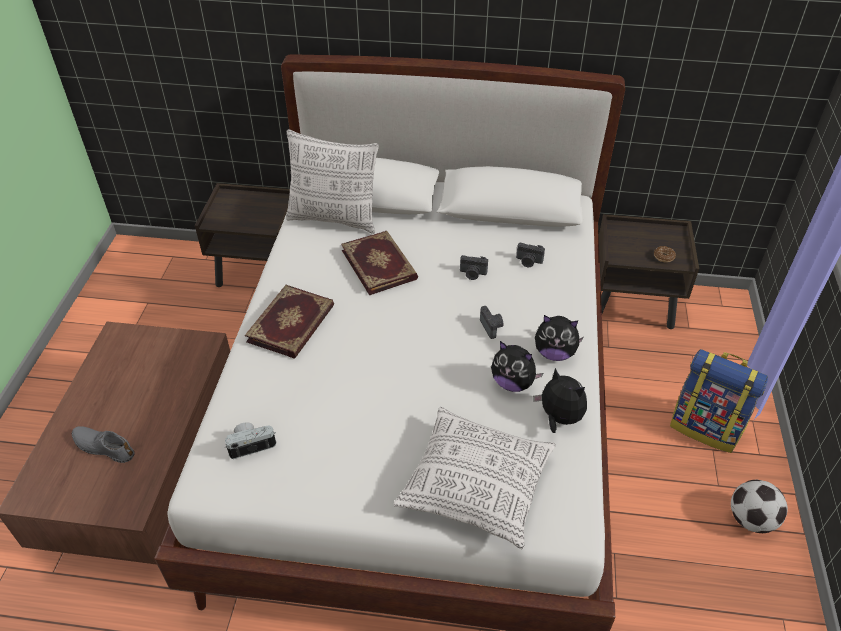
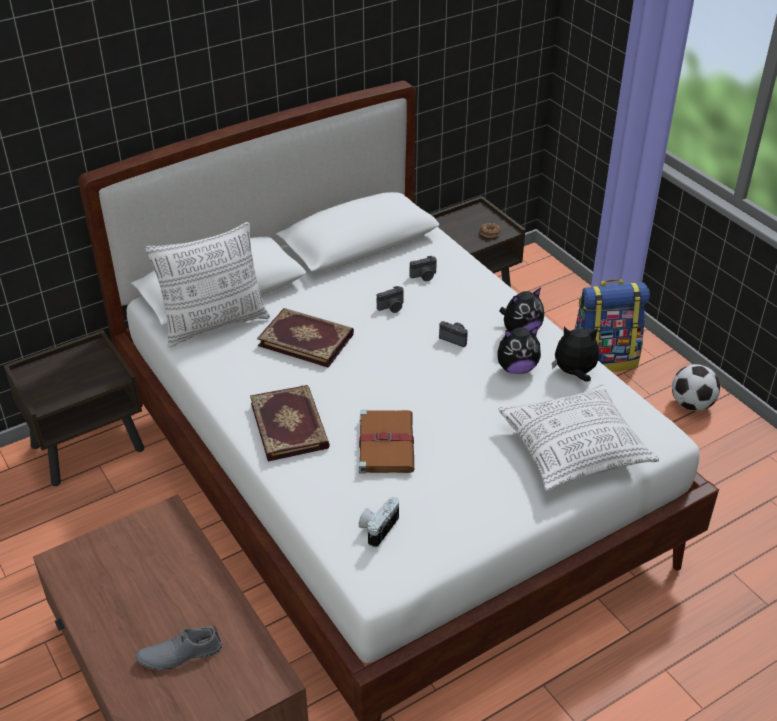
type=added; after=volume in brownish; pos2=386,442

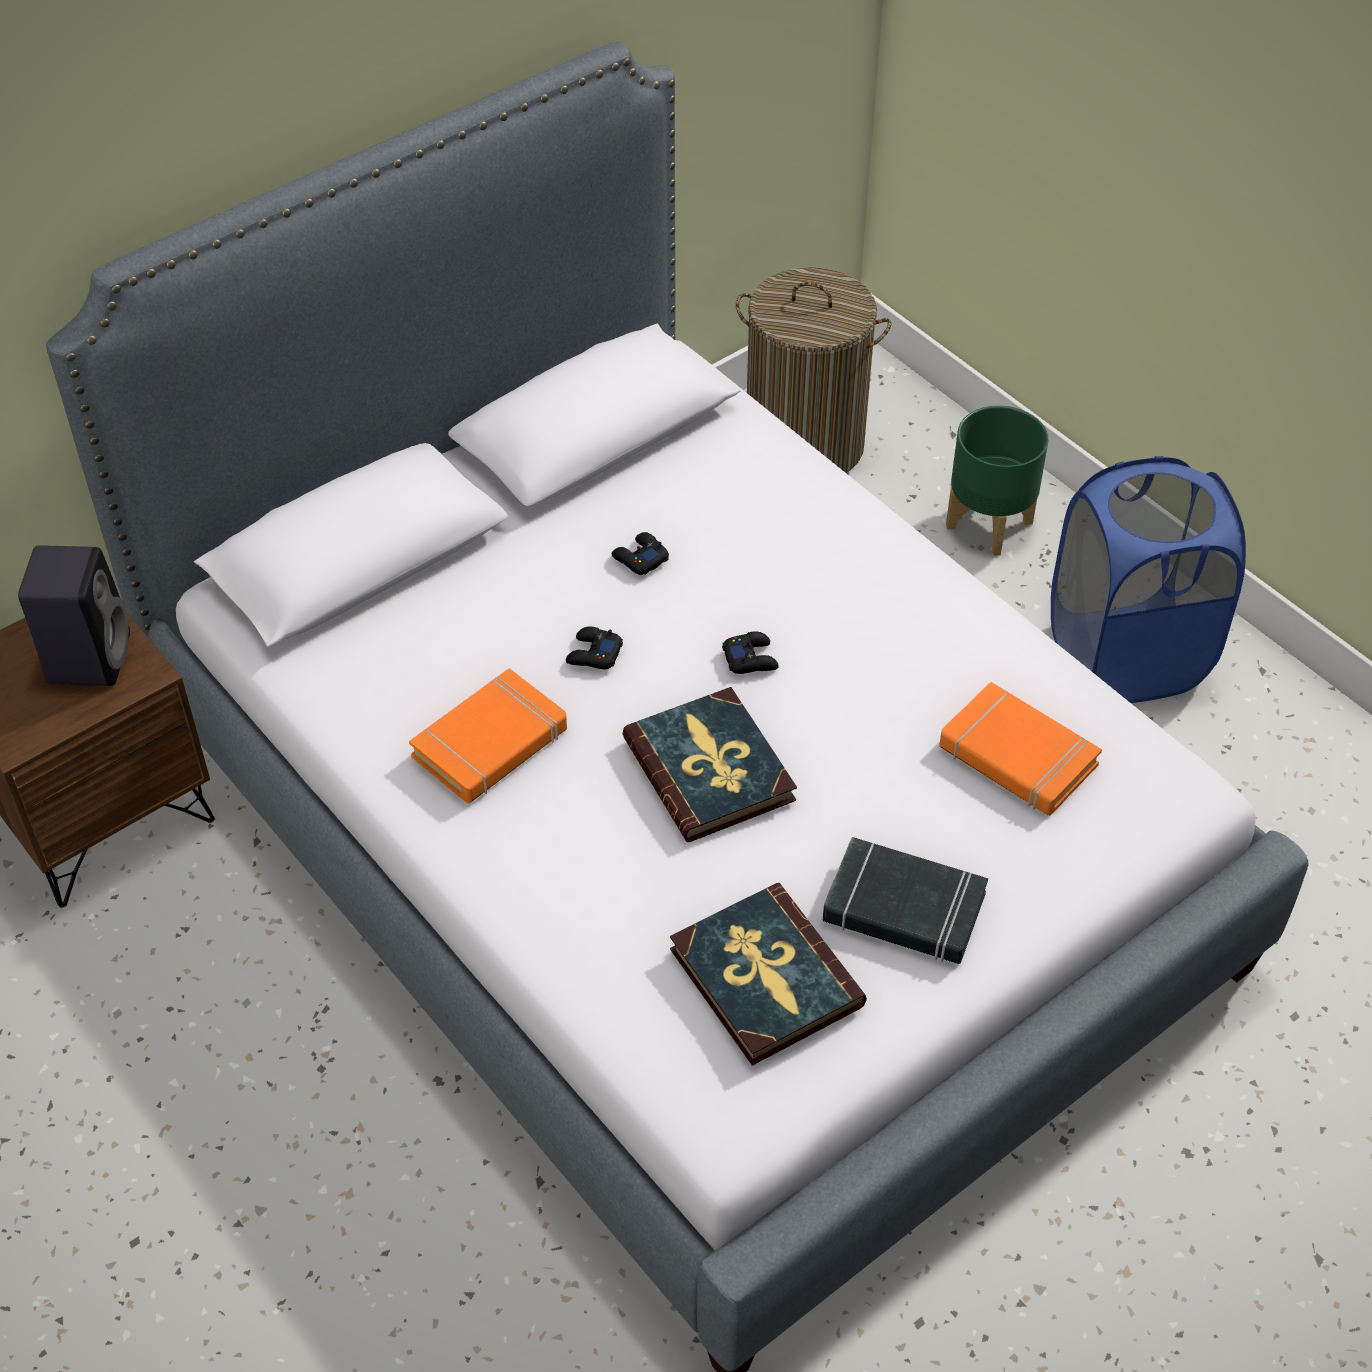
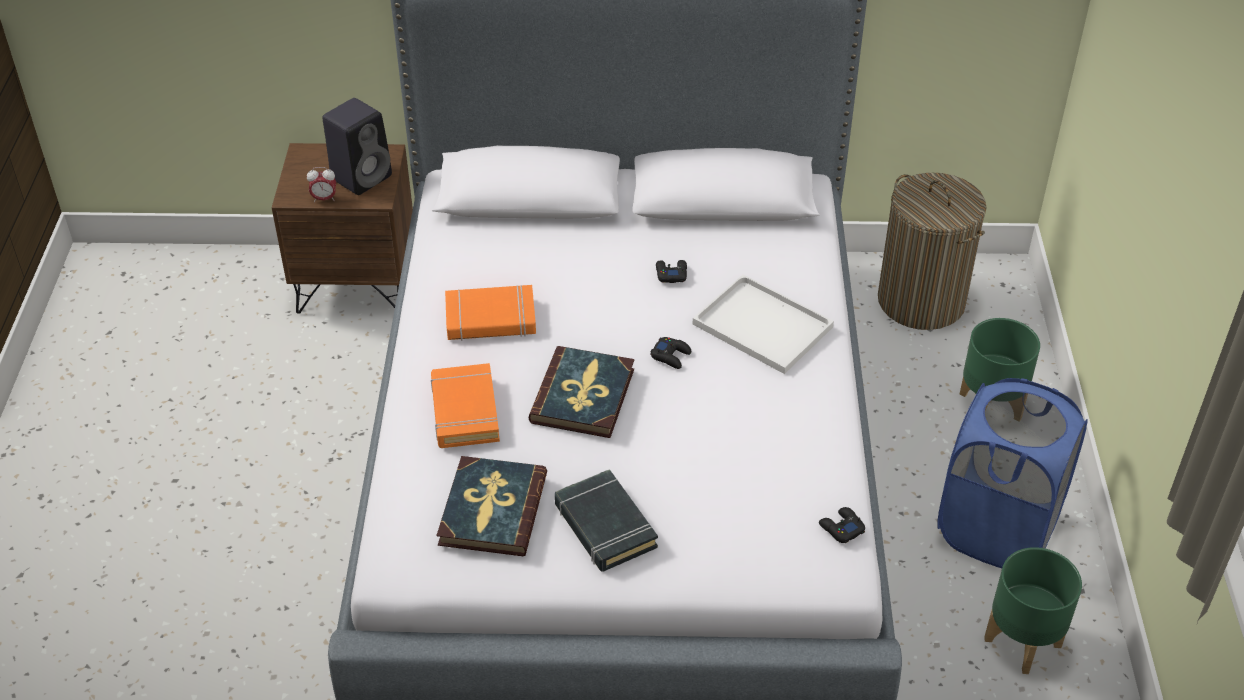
type=moved; before=joypad in blackish; pos1=594,648; pos2=842,525
type=moved; before=volume in orange; pos1=1020,749; pos2=465,405
type=added; after=alarm clock; pos2=321,184
type=added; after=carrying tray in white; pos2=763,324
type=added; after=plant pot in green; pos2=1033,610

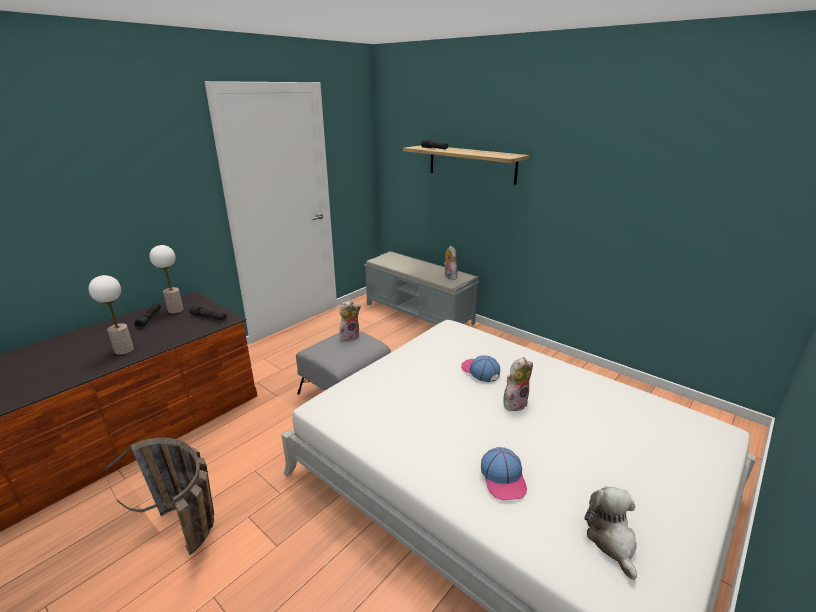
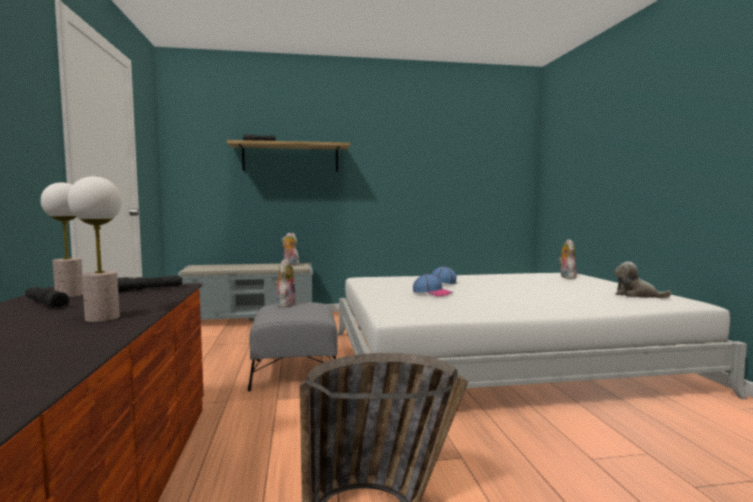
type=moved; before=plush toy; pos1=518,384; pos2=568,259
type=moved; before=peaked cap; pos1=504,473; pos2=433,285

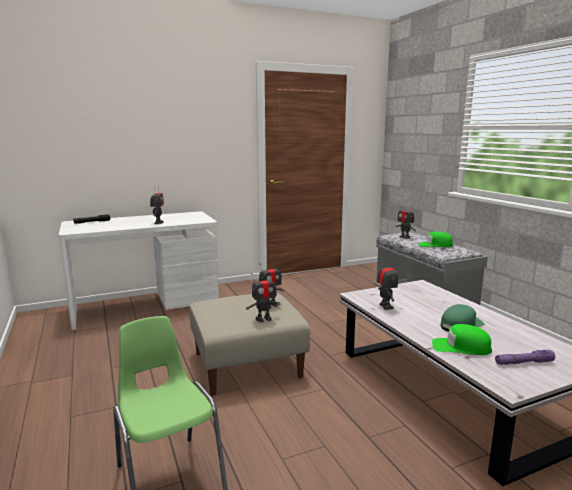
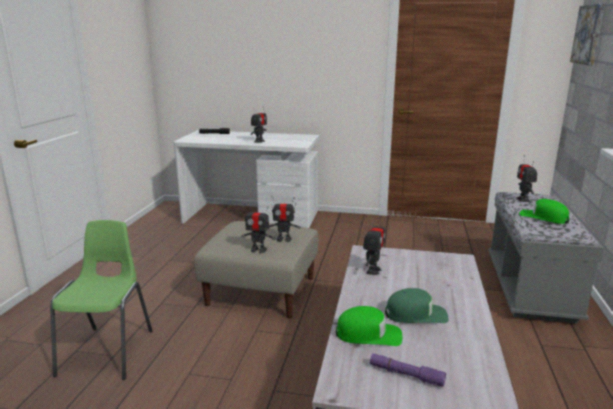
type=turned; before=peaked cap in green; pos1=462,339; pos2=369,326; turn=135
type=added; after=picture; pos2=587,35

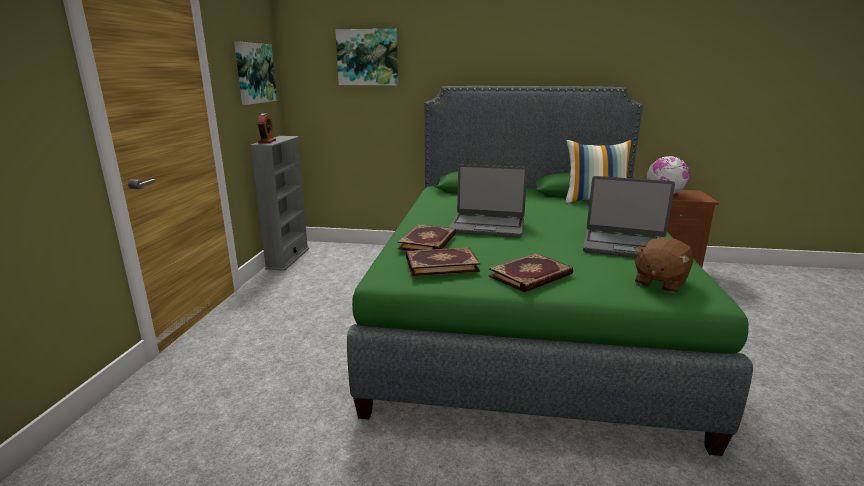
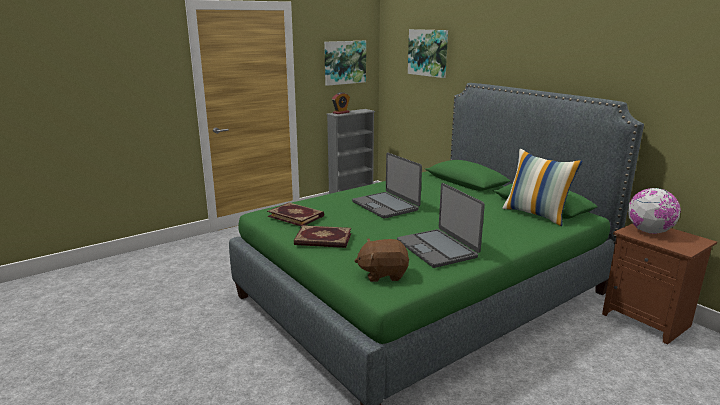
type=removed; before=volume; pos1=426,237

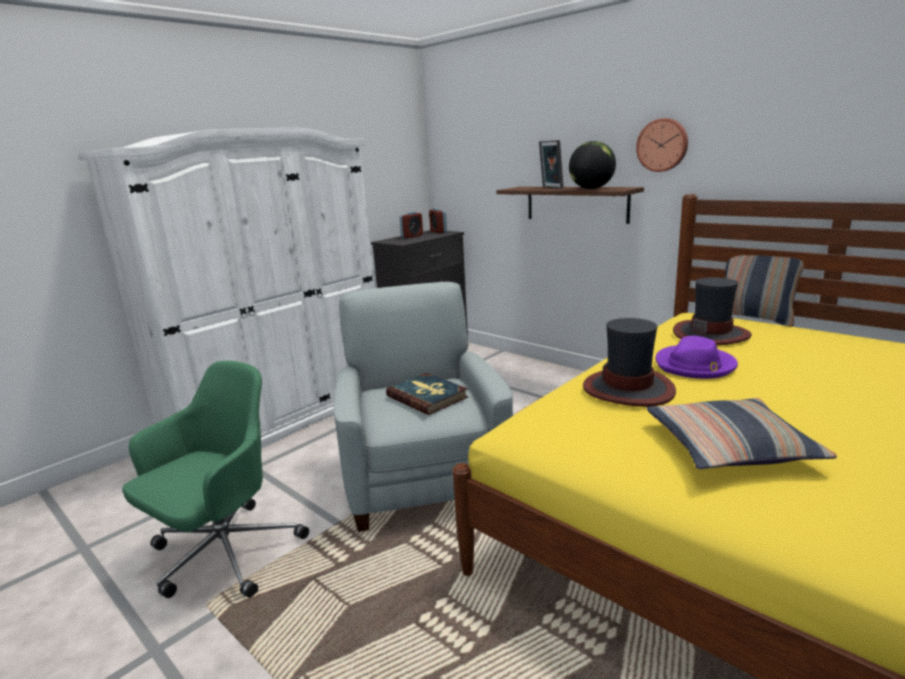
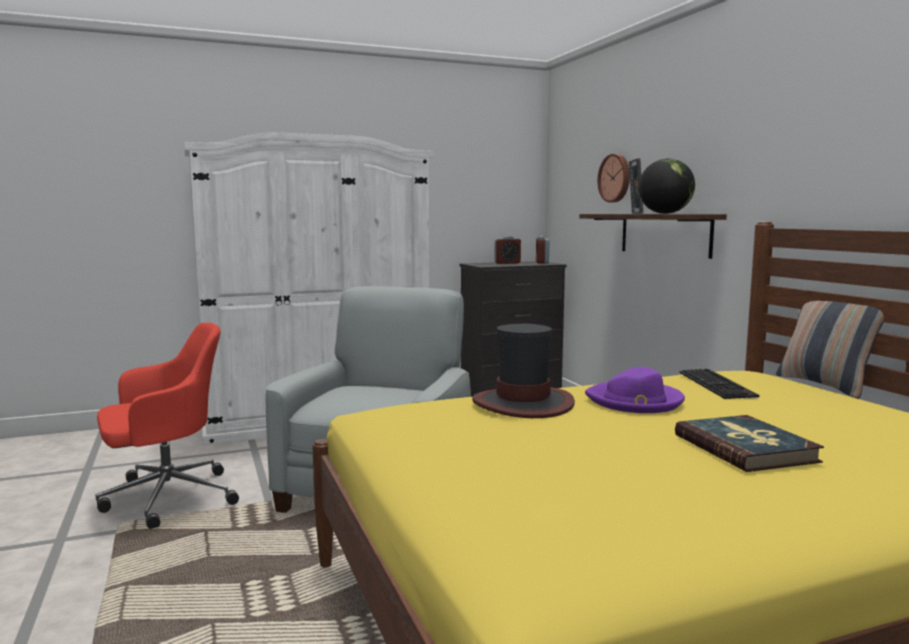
type=moved; before=wall clock; pos1=662,145; pos2=613,178
type=replaced; before=wearable hat; after=computer keyboard; pos1=712,311; pos2=719,384
type=recoloured; before=office chair in green; after=office chair in reddish; pos1=215,479; pos2=167,426
type=moved; before=volume; pos1=427,394; pos2=749,443
type=removed; before=cushion; pos1=741,433

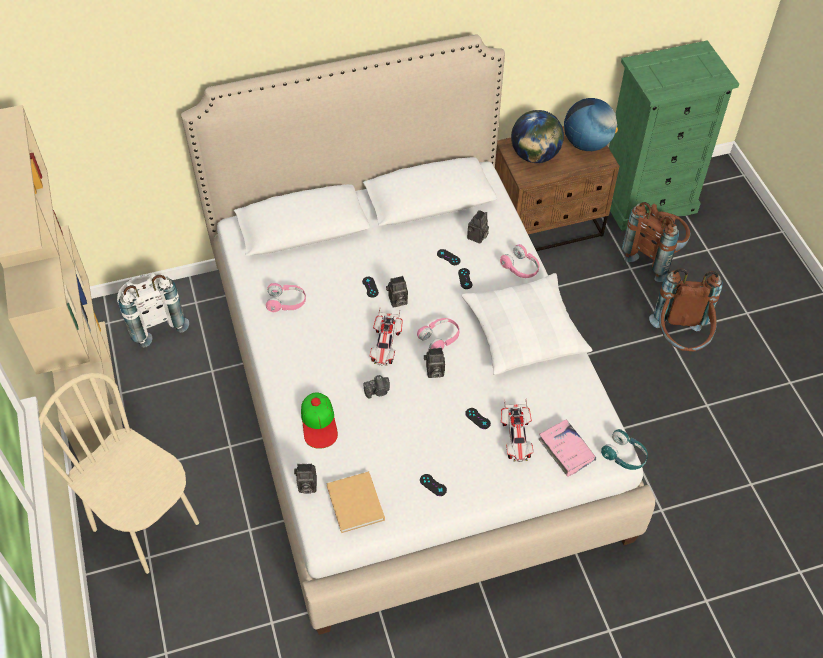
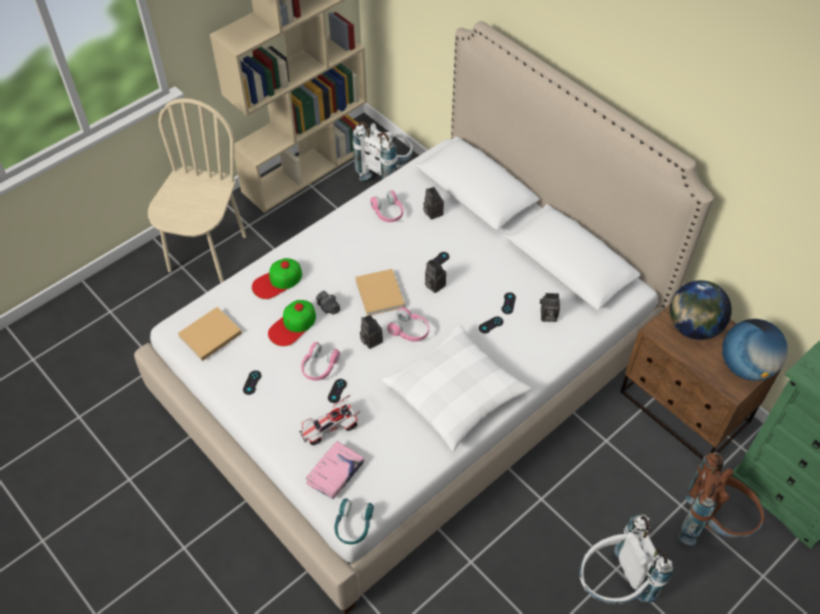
type=moved; before=headphones in pink-coloured; pos1=520,261; pos2=320,361
type=recoloured; before=rucksack in brownish; after=rucksack in white; pos1=686,309; pos2=626,559
type=replaced; before=model car; after=volume in beige; pos1=386,337; pos2=380,292
type=moved; before=photo camera; pos1=305,479; pos2=433,203
type=added; after=peaked cap; pos2=292,323

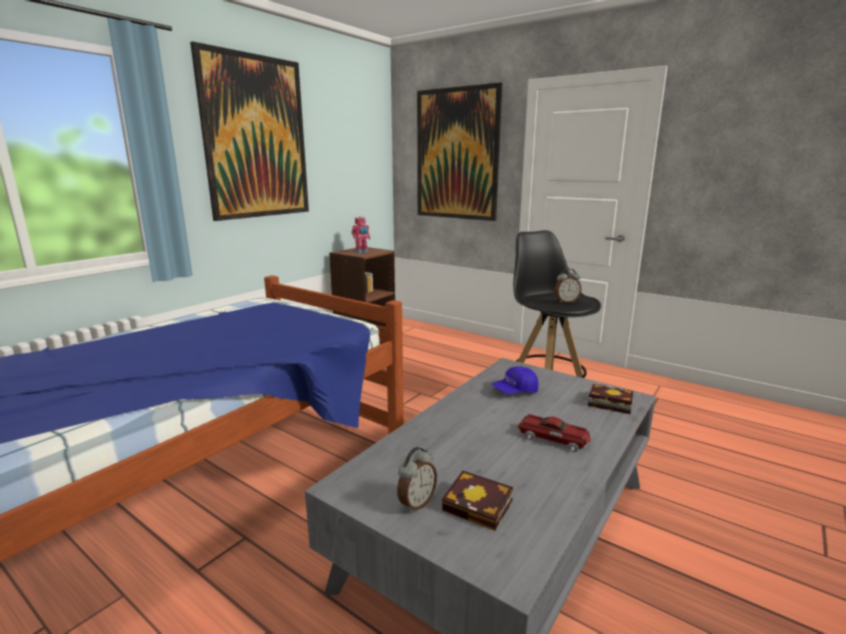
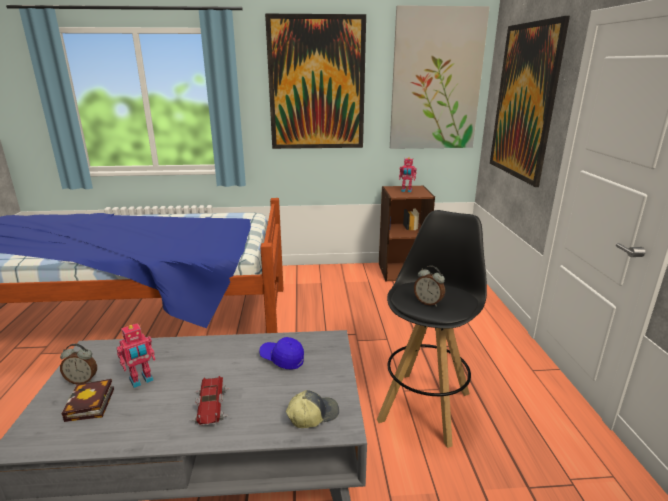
type=replaced; before=volume; after=peaked cap; pos1=610,399; pos2=312,409
type=added; after=picture; pos2=440,77
type=added; after=model robot; pos2=136,355

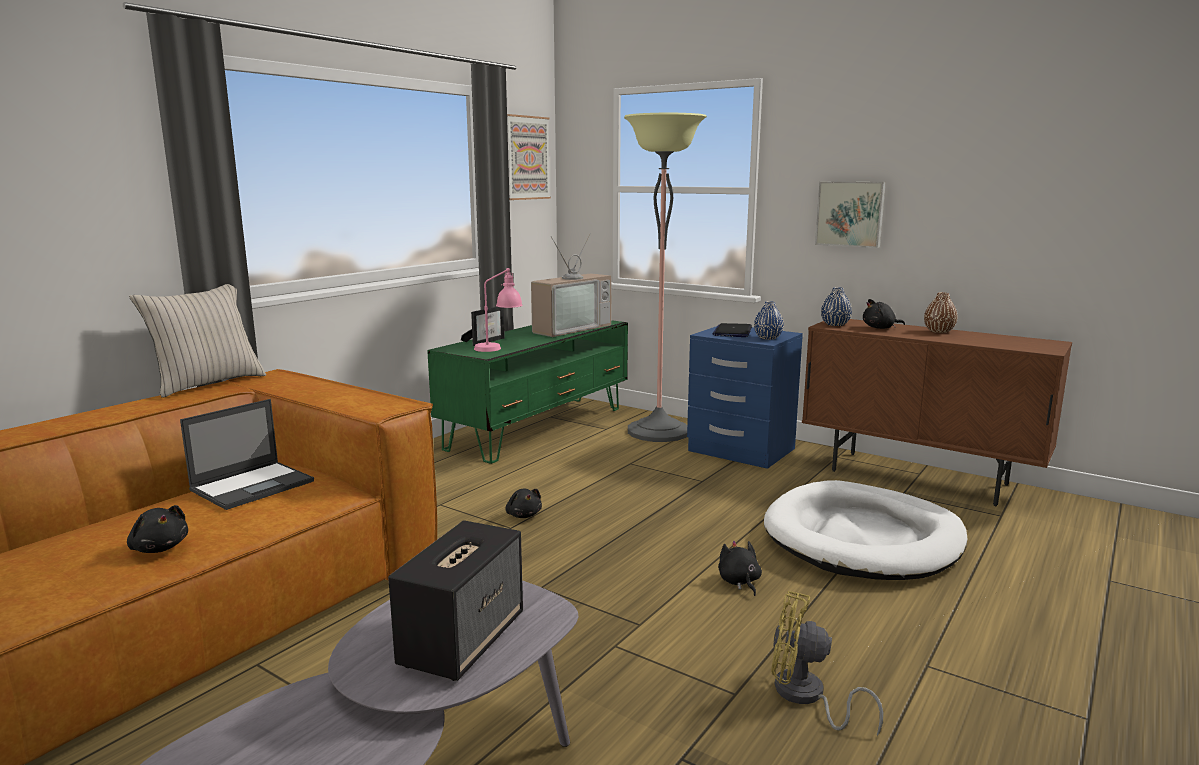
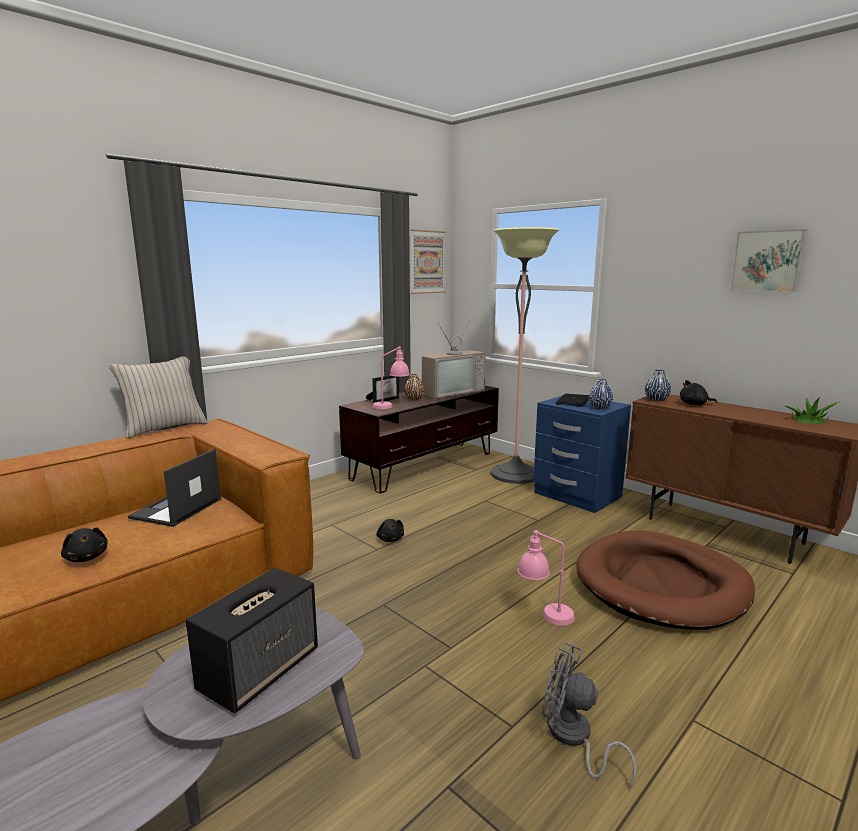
type=moved; before=picture; pos1=850,214; pos2=769,261
type=moved; before=flower vase in brownish; pos1=941,312; pos2=414,387
type=recoloured; before=tv unit in green; after=tv unit in brownish; pos1=527,392; pos2=419,439
type=turned; before=laptop; pos1=247,454; pos2=174,488; turn=150
type=recoloured; before=dog bed in white; after=dog bed in brownish; pos1=865,530; pos2=665,580
type=replaced; before=plush toy in blackish; after=lamp for a table in pink-coloured; pos1=740,568; pos2=546,578
type=recoloured; before=cooling fan in yellow; after=cooling fan in grey; pos1=827,663; pos2=589,716
type=added; after=plant in a pot; pos2=812,410

